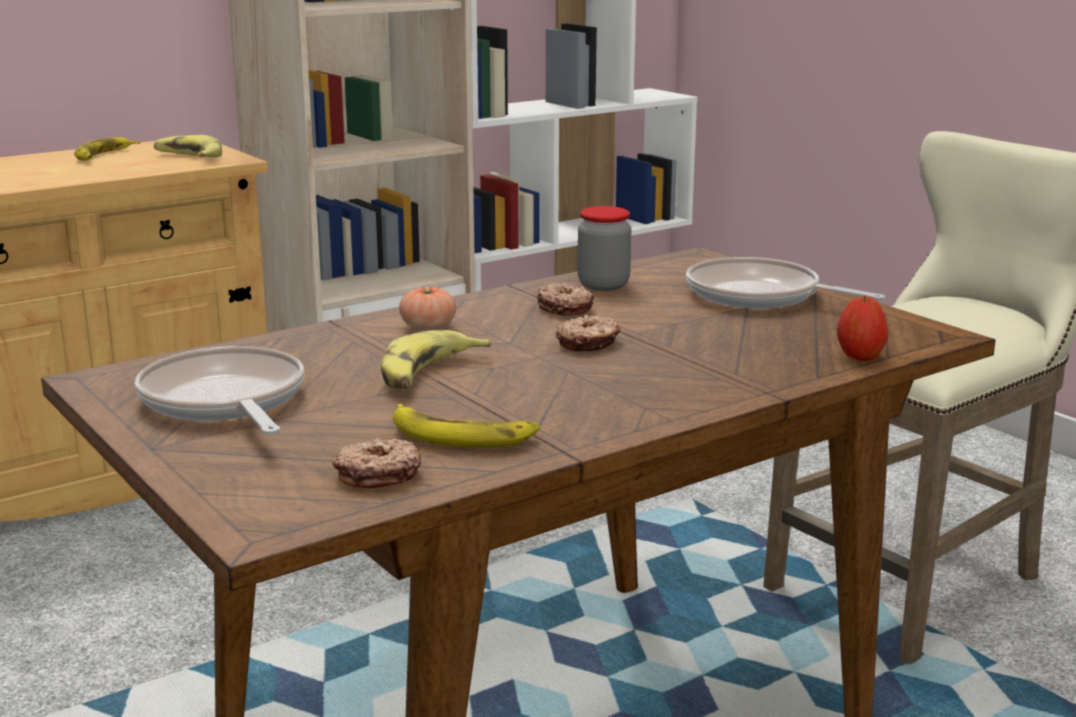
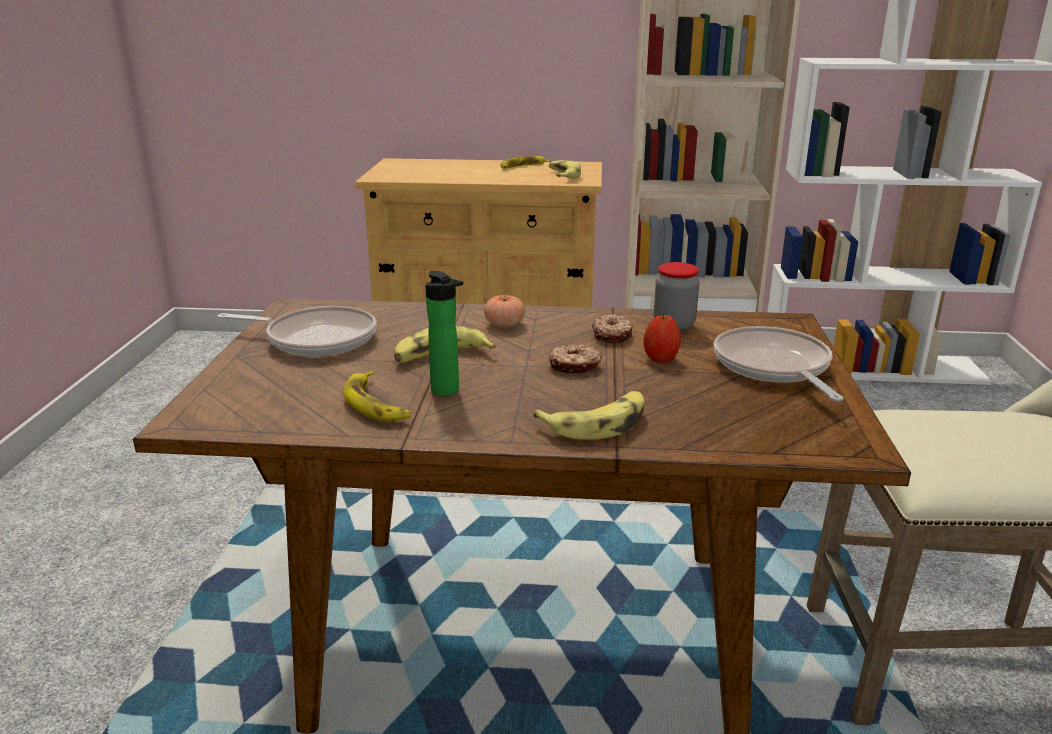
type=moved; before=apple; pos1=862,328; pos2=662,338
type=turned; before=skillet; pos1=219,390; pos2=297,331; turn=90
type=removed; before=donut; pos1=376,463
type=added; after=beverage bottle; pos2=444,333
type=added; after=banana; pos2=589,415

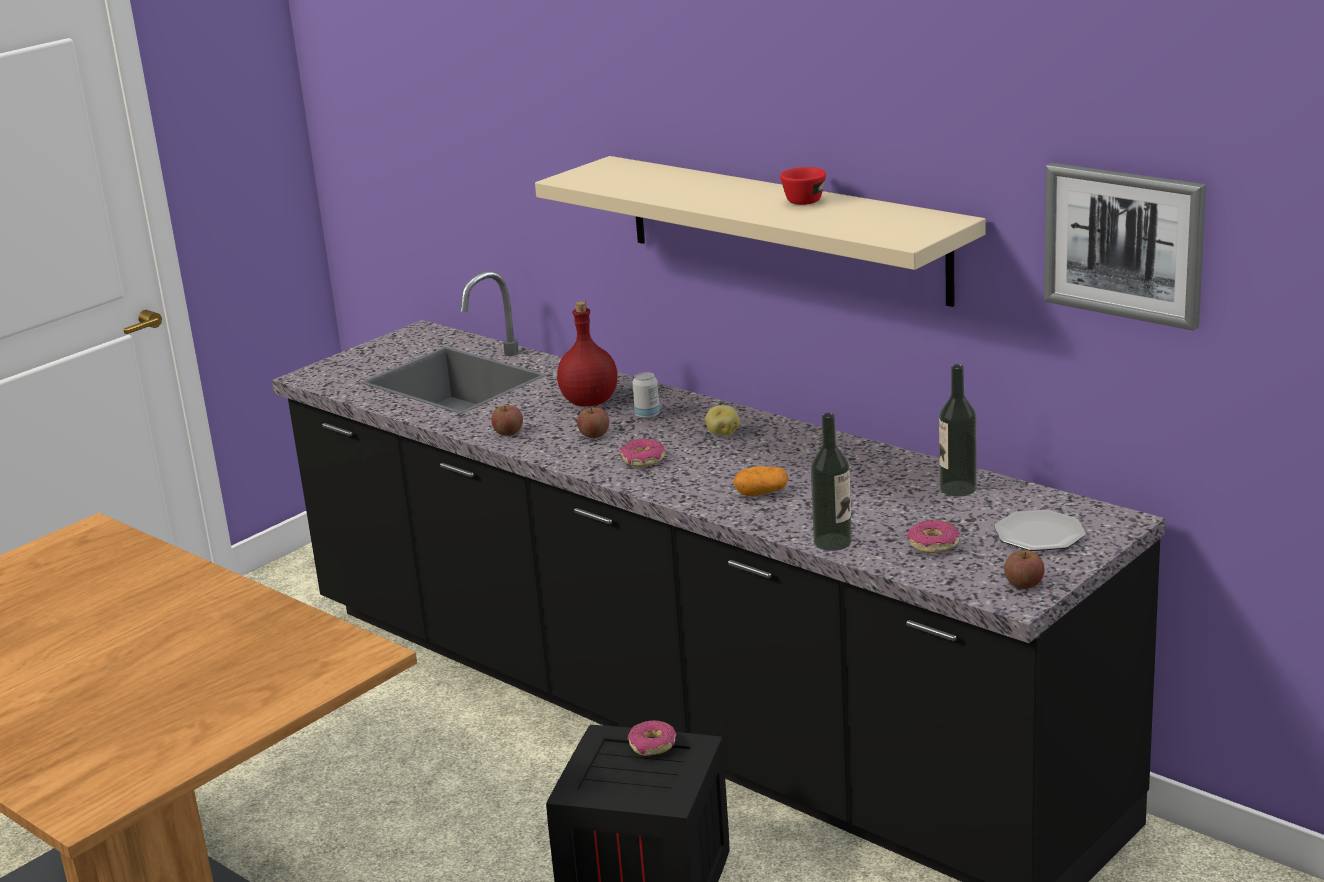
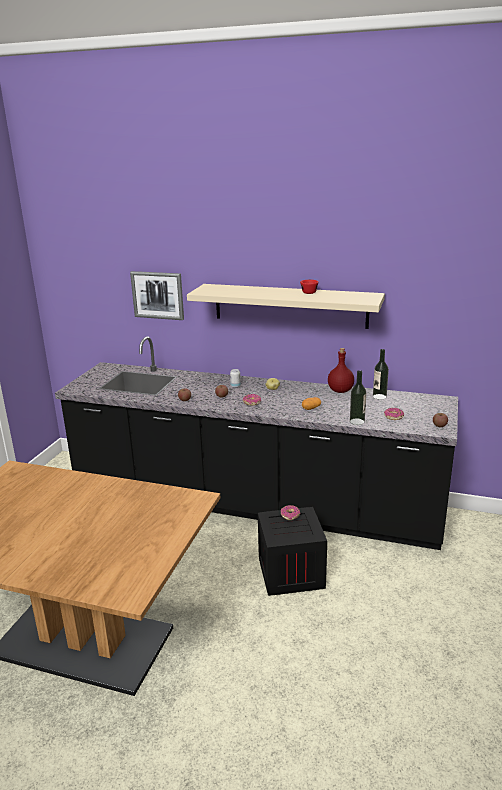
type=moved; before=picture; pos1=1125,247; pos2=157,295
type=moved; before=beverage bottle in reddish; pos1=587,354; pos2=341,370
type=removed; before=dinner plate; pos1=1040,530

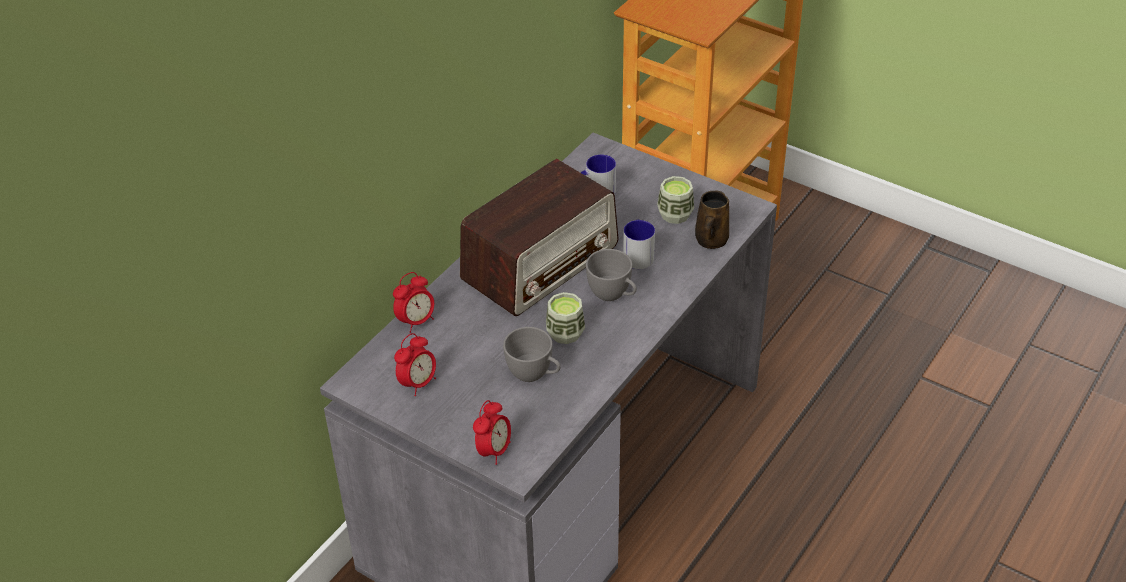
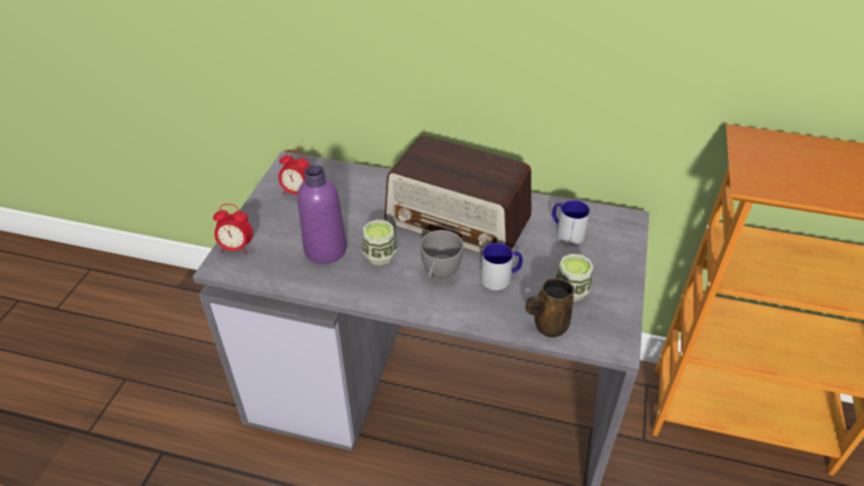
type=removed; before=alarm clock; pos1=413,302
type=replaced; before=cup in grey; after=beverage bottle in purple-coloured; pos1=532,354; pos2=322,214

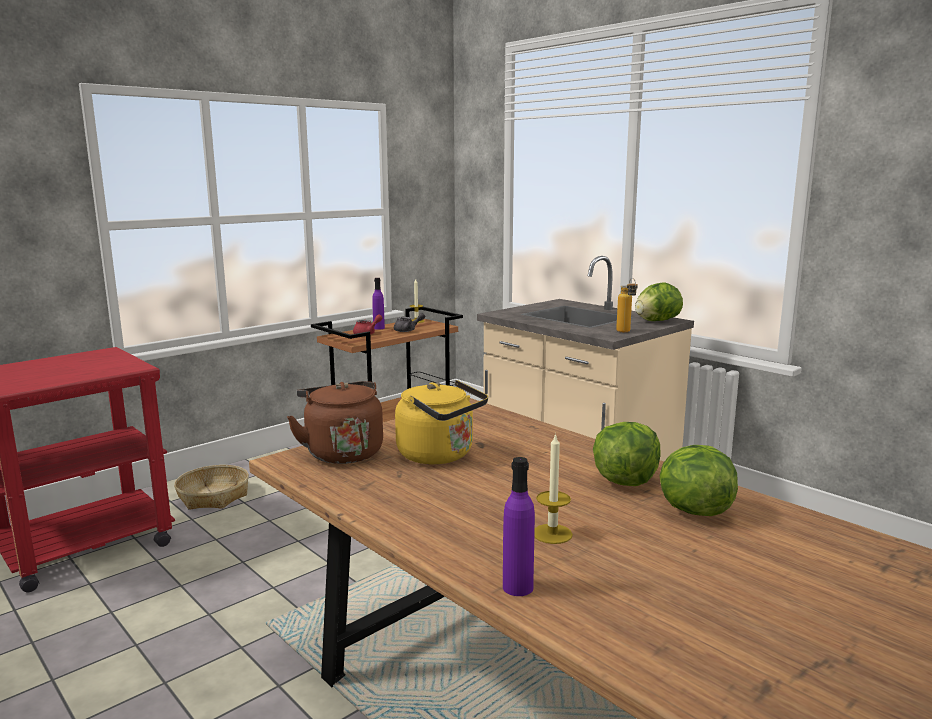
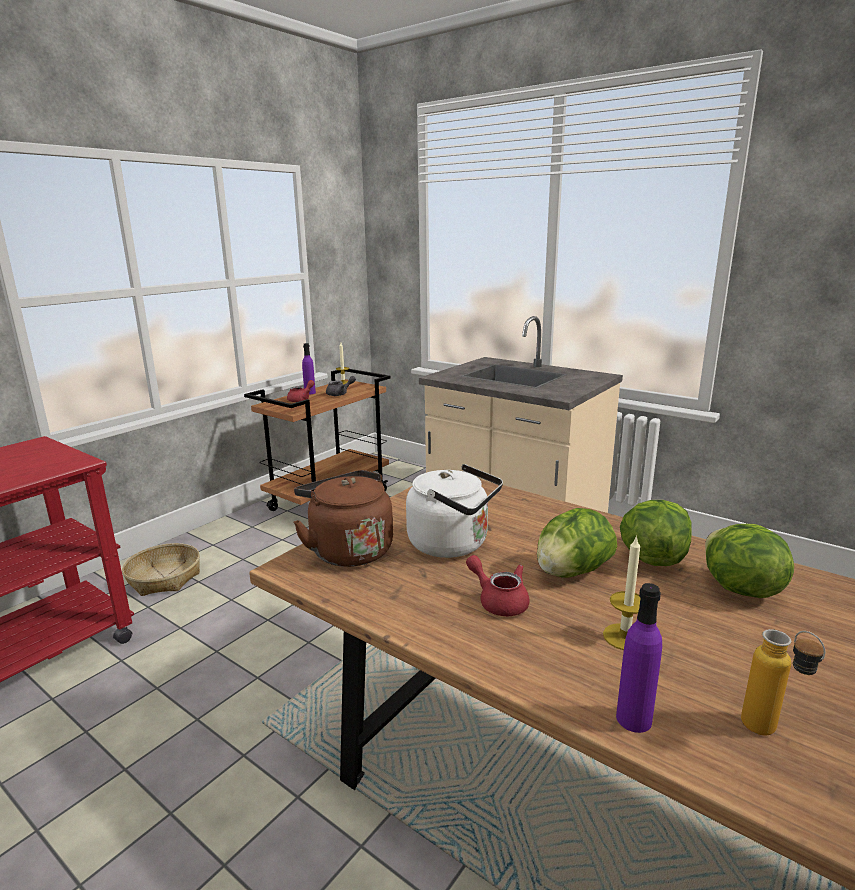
type=moved; before=beverage bottle; pos1=627,305; pos2=783,682
type=moved; before=lettuce; pos1=659,301; pos2=577,543
type=recoloured; before=tea kettle in yellow; after=tea kettle in white; pos1=441,422; pos2=454,511
type=added; after=pot for tea in reddish; pos2=498,585

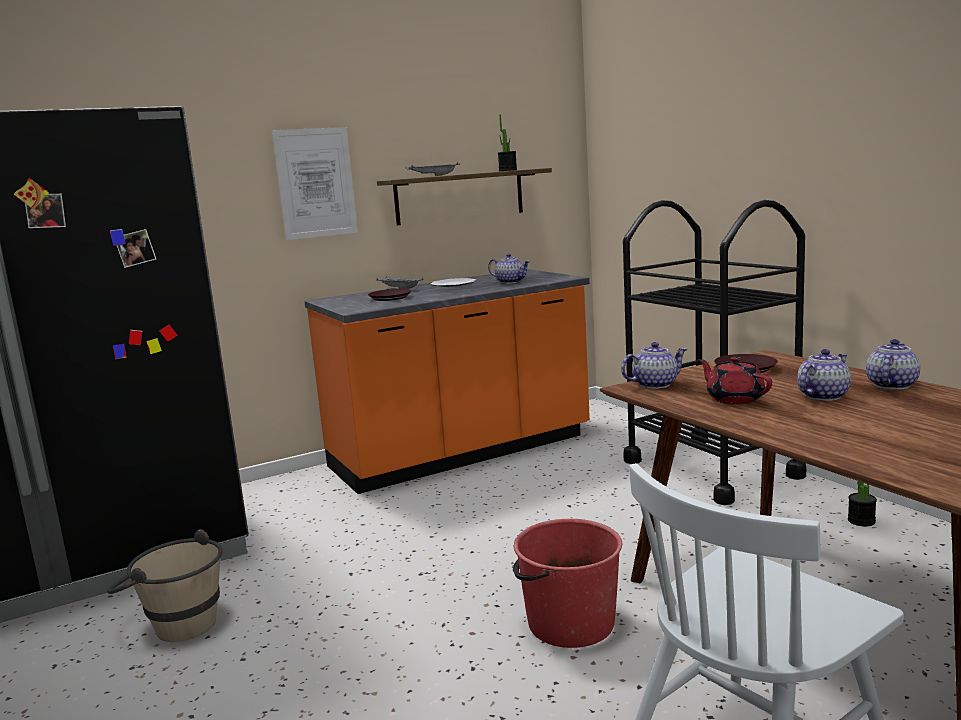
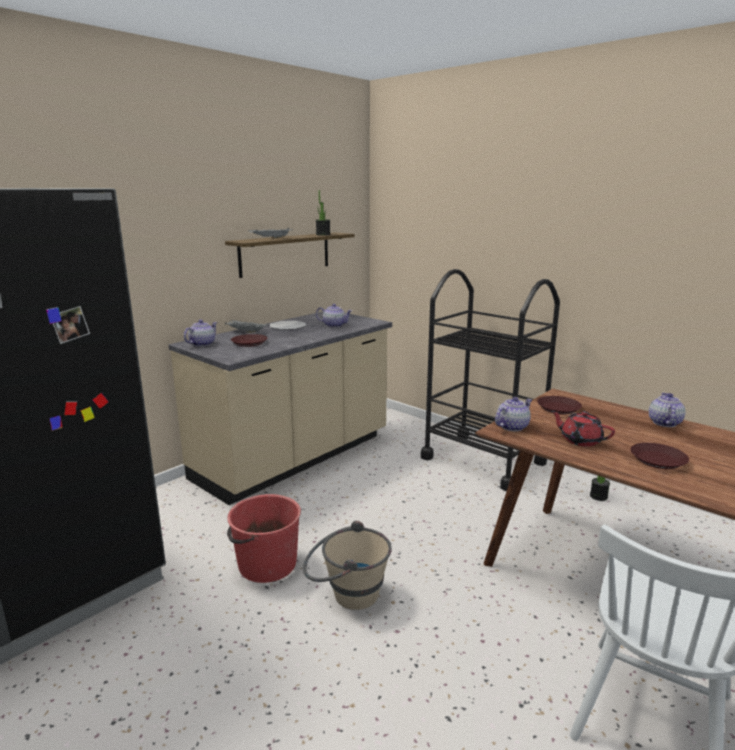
type=removed; before=picture; pos1=315,183
type=recoloured; before=kitchen counter in orange; after=kitchen counter in beige; pos1=447,381; pos2=280,408
type=moved; before=pot for tea; pos1=824,375; pos2=201,333
type=moved; before=water bucket in reddish; pos1=567,583; pos2=264,538
type=moved; before=water bucket in beige; pos1=165,585; pos2=347,565
type=added; after=dinner plate in brownish; pos2=659,456

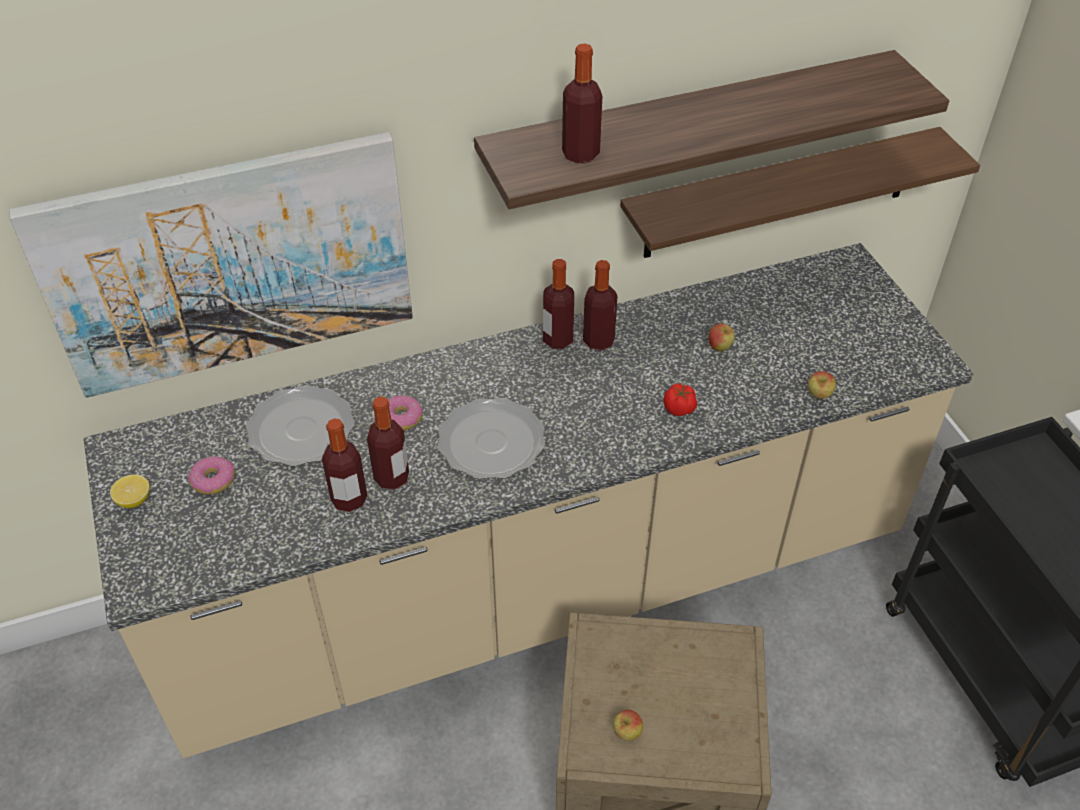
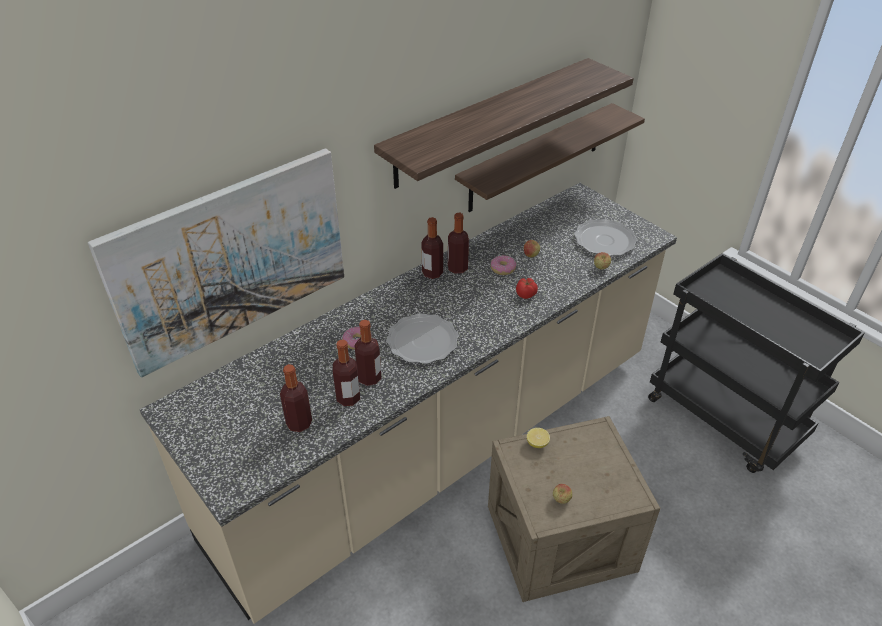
type=moved; before=beverage bottle; pos1=582,103; pos2=296,398
type=moved; before=dinner plate; pos1=300,425; pos2=605,237
type=moved; before=donut; pos1=211,475; pos2=503,265
type=moved; before=whole lemon; pos1=130,491; pos2=538,438

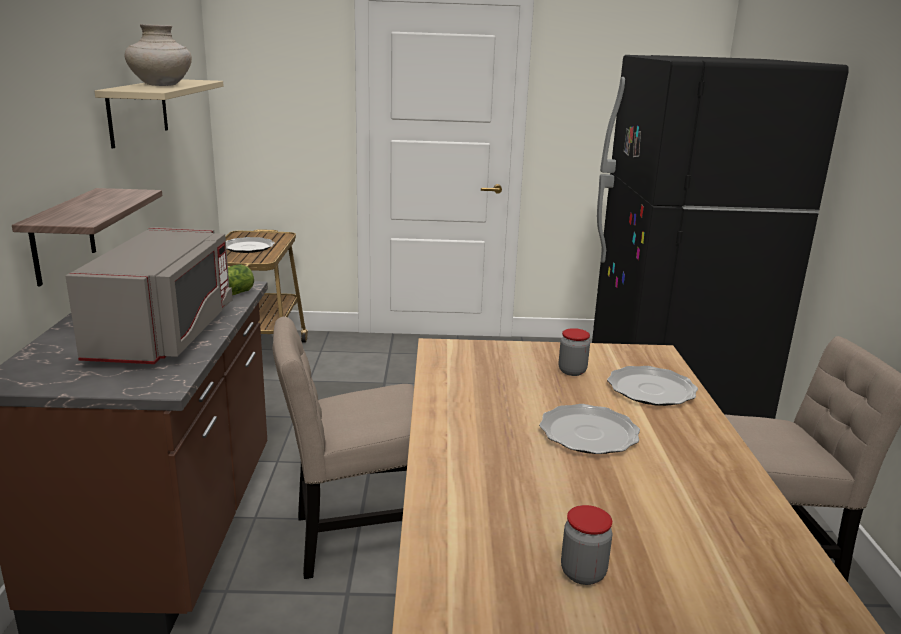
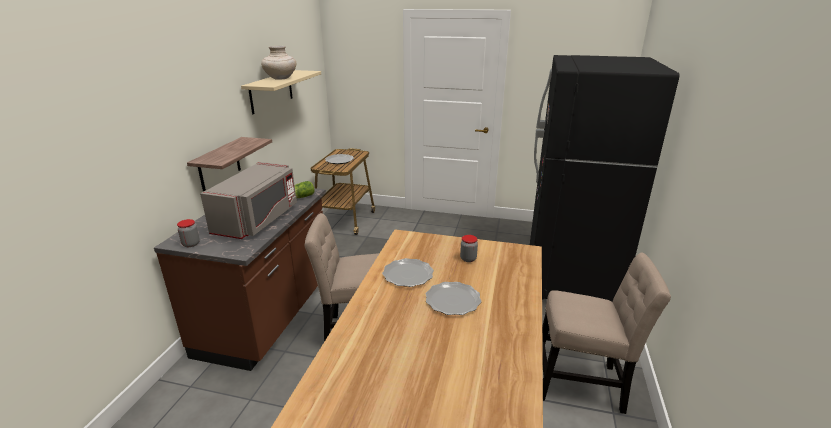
type=moved; before=dinner plate; pos1=652,386; pos2=408,272
type=moved; before=storage jar; pos1=586,545; pos2=188,233

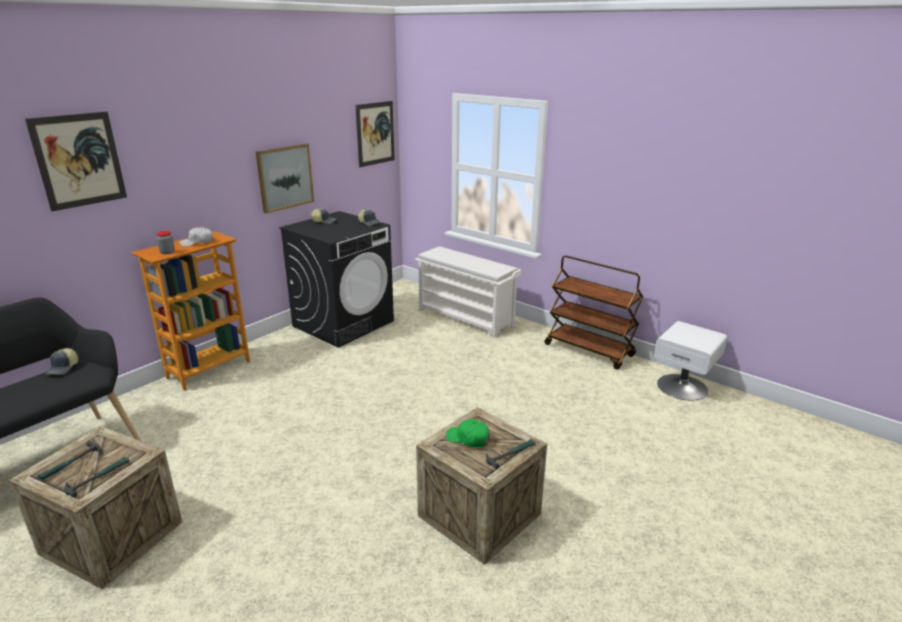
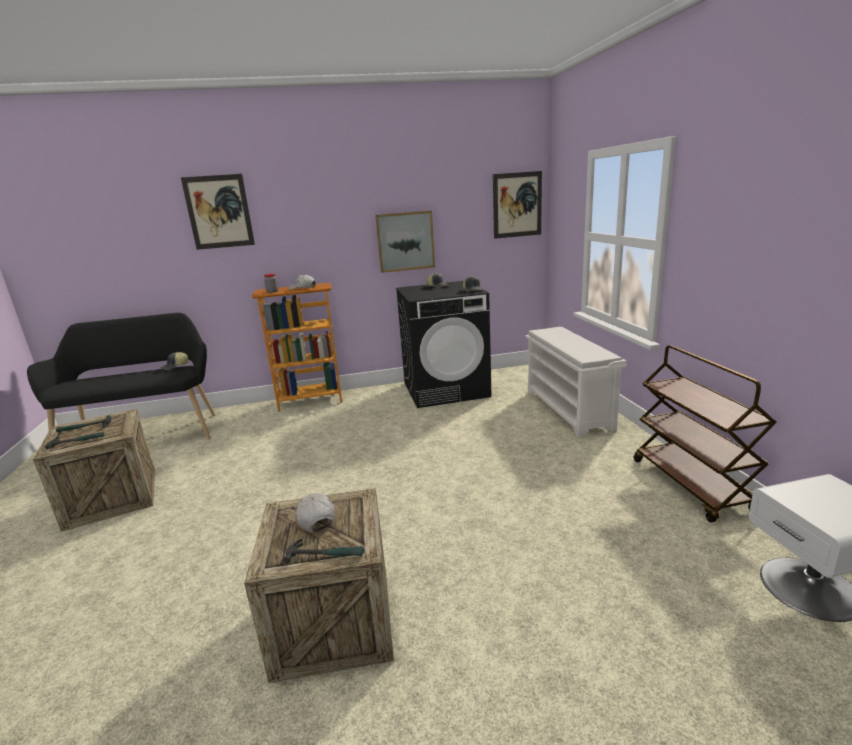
type=recoloured; before=peaked cap in green; after=peaked cap in white; pos1=468,433; pos2=315,512

